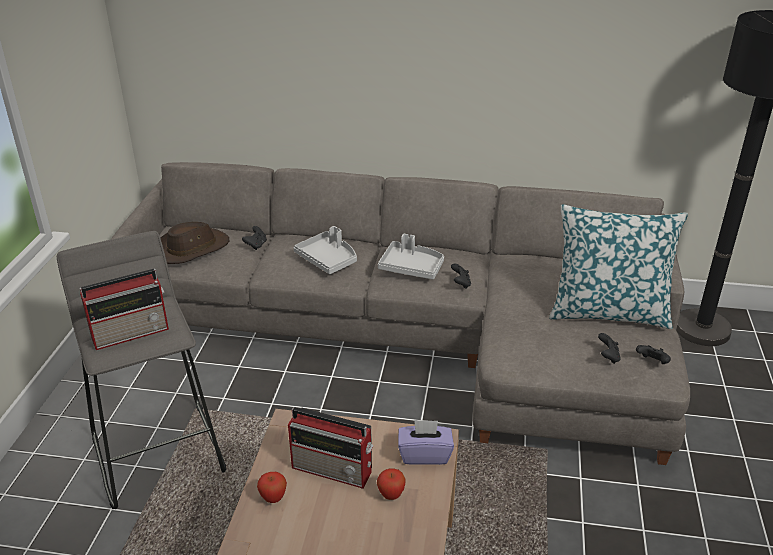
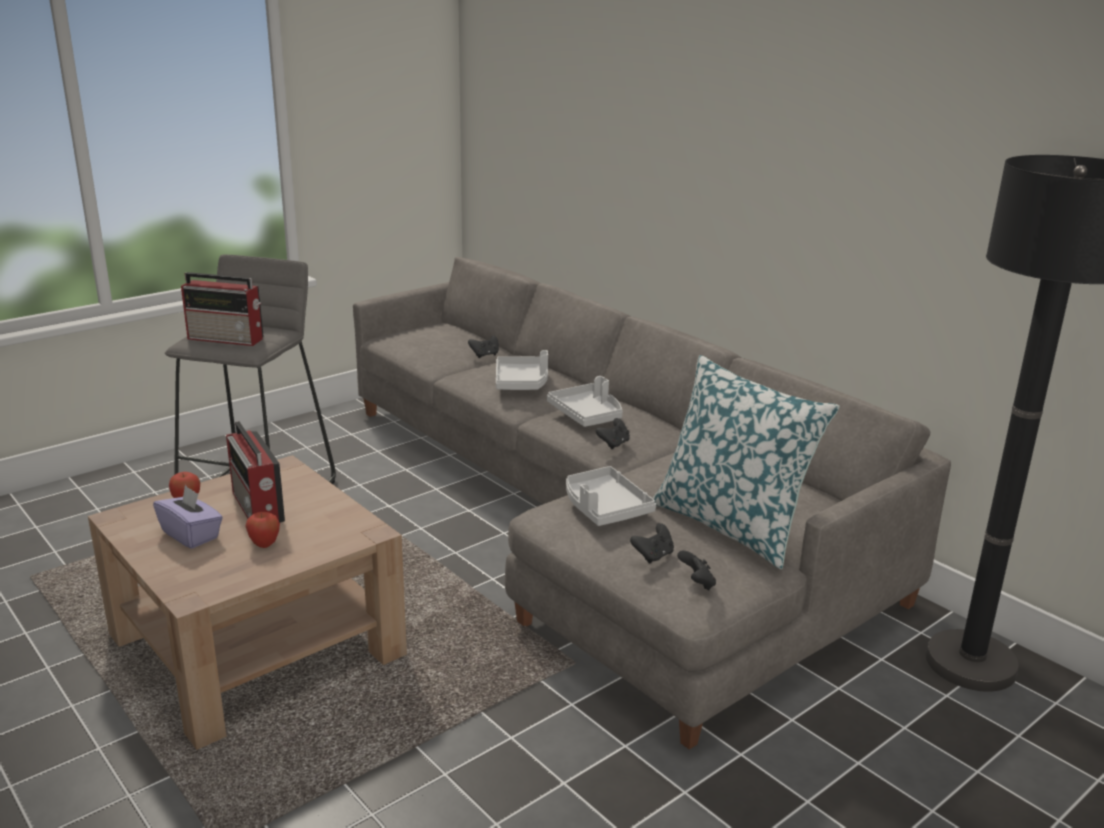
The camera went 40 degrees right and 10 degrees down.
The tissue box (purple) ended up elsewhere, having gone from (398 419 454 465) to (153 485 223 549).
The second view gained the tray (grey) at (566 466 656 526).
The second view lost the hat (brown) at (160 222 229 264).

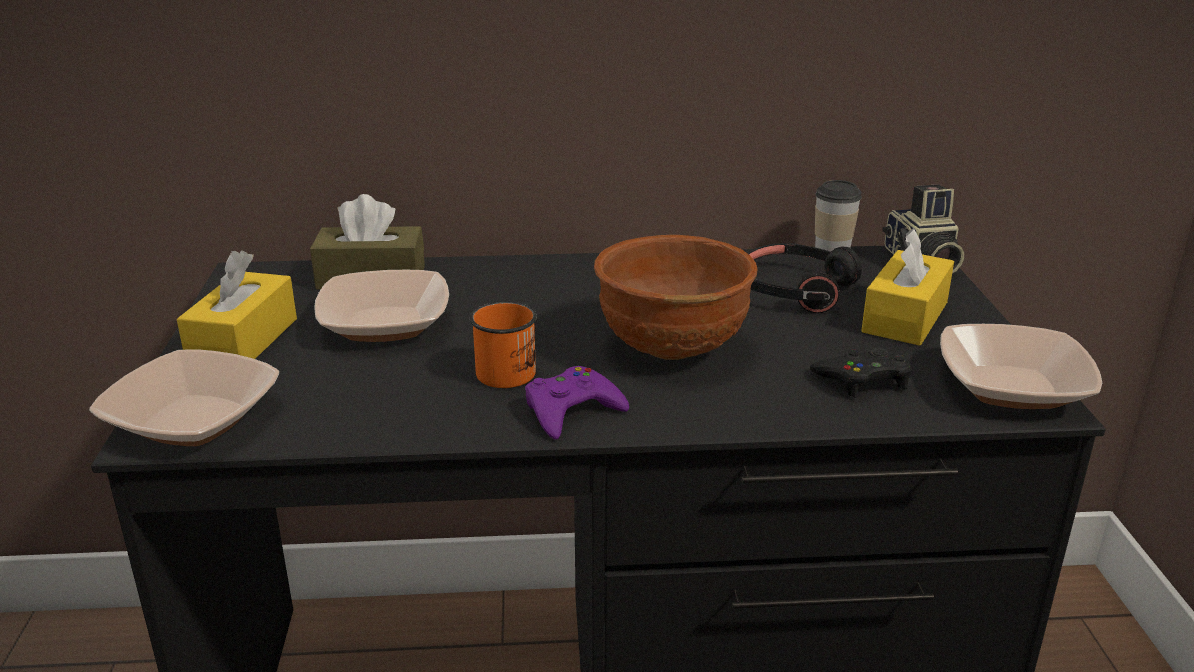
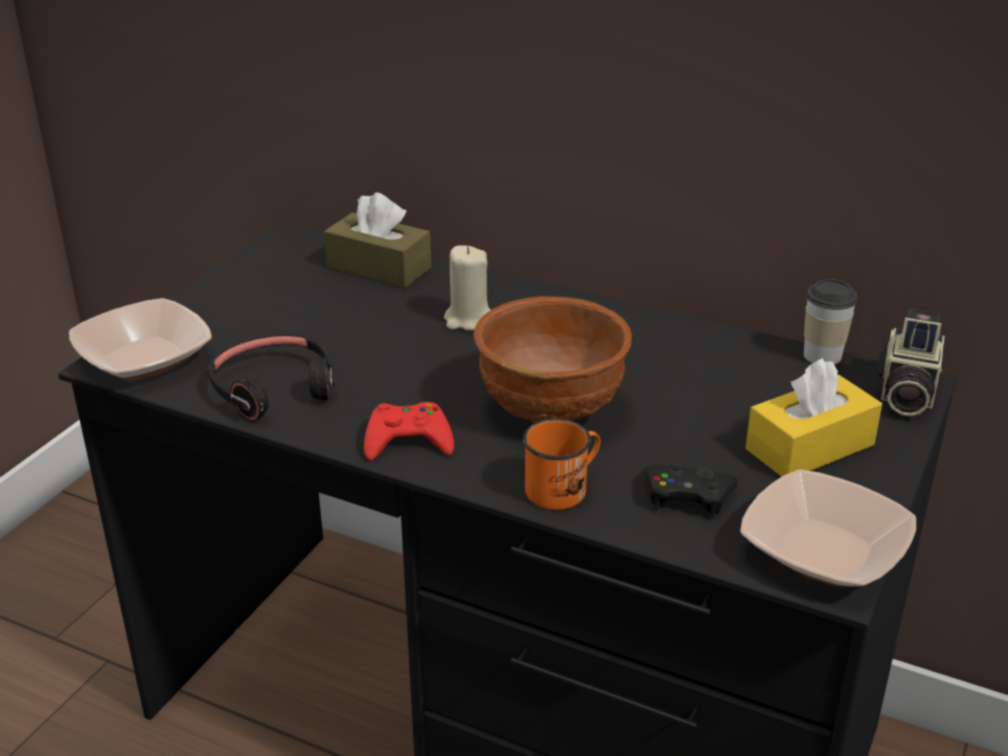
The camera went 30 degrees right and 5 degrees up.
The headphones (black) ended up elsewhere, having gone from (747 243 862 313) to (208 334 334 421).
What was the game controller (purple) at (525 366 629 440) turned into the game controller (red) at (364 402 454 461).
The second view gained the candle (beige) at (444 246 491 331).
The mug (orange) ended up elsewhere, having gone from (470 301 537 388) to (523 419 601 510).
The second view lost the tissue box (yellow) at (177 250 297 359).
The second view lost the bowl at (314 270 449 342).

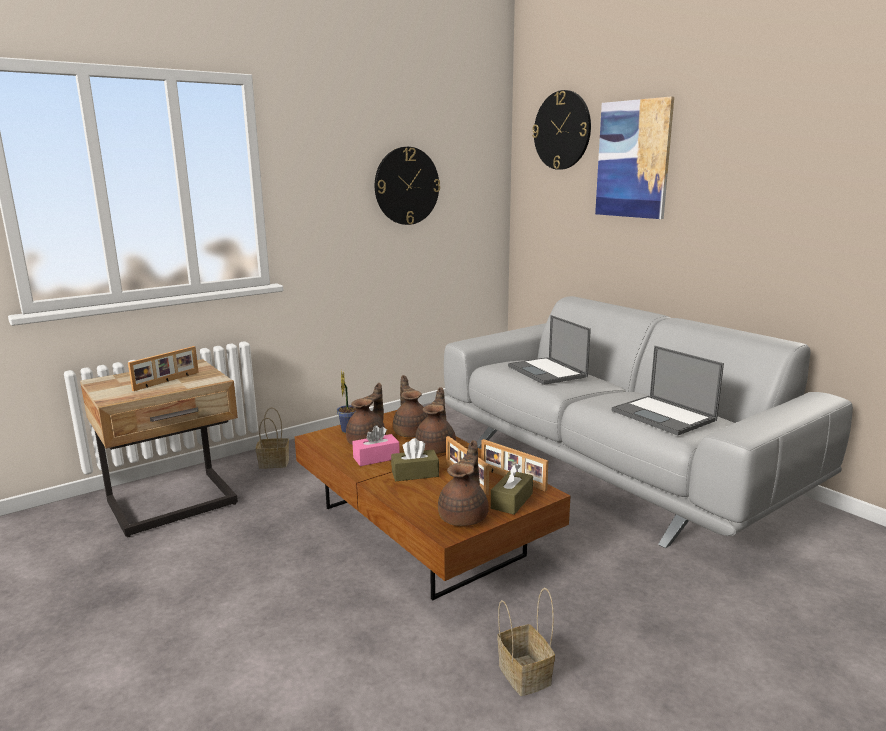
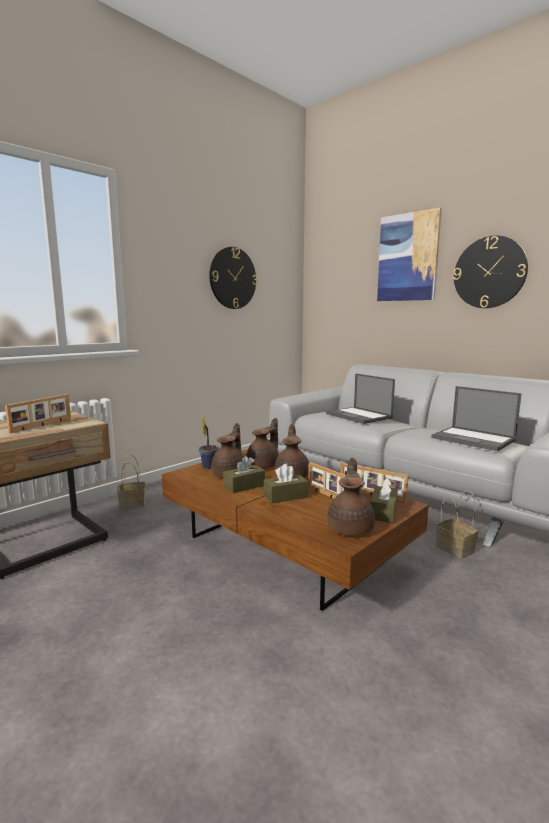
The camera went 10 degrees left and 5 degrees down.
What was the tissue box (pink) at (352 425 400 466) turned into the tissue box (brown) at (223 456 265 493).
The teapot (brown) at (393 375 428 437) ended up facing another way, 60 degrees clockwise from before.
The basket ended up elsewhere, having gone from (497 588 555 696) to (436 490 478 559).
The wall clock ended up elsewhere, having gone from (532 90 591 170) to (453 236 528 308).

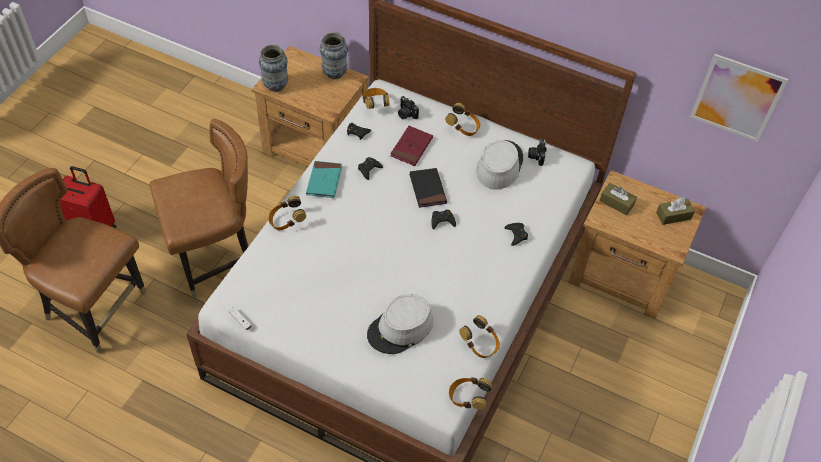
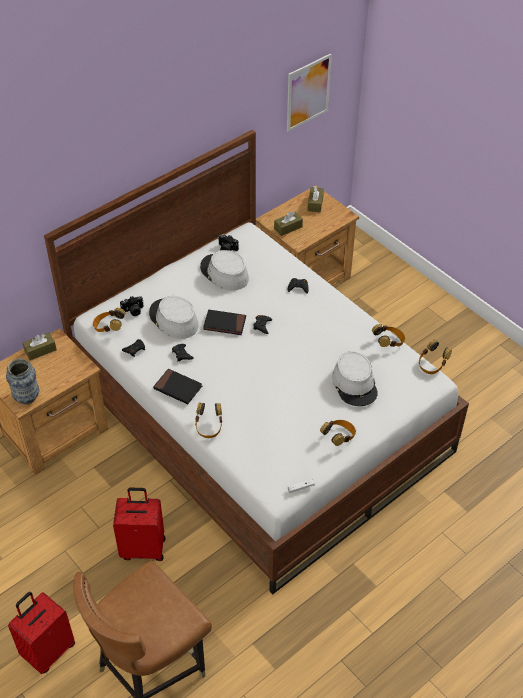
The camera went 65 degrees left and 5 degrees down.
Where the vase stood at (320 32 348 79), the tissue box (brown) came to stand at (23 332 57 360).
Where the chair (brown) stood at (149 119 249 298), the suitcase (red) came to stand at (113 488 165 561).
Where the book (red) stood at (390 126 433 166), the hat (grey) came to stand at (149 296 199 339).
What was the book (turquoise) at (306 161 342 198) turned into the book (black) at (153 369 202 404).
The headphones ended up elsewhere, having gone from (445 103 480 136) to (320 420 356 446).

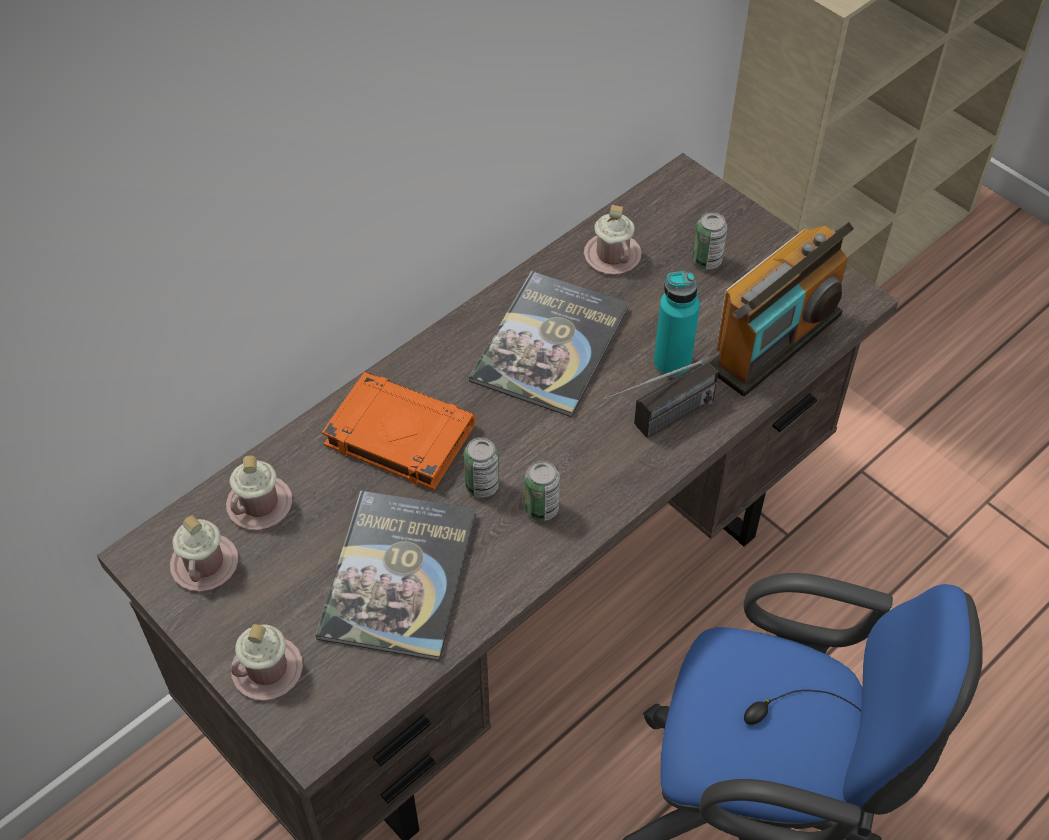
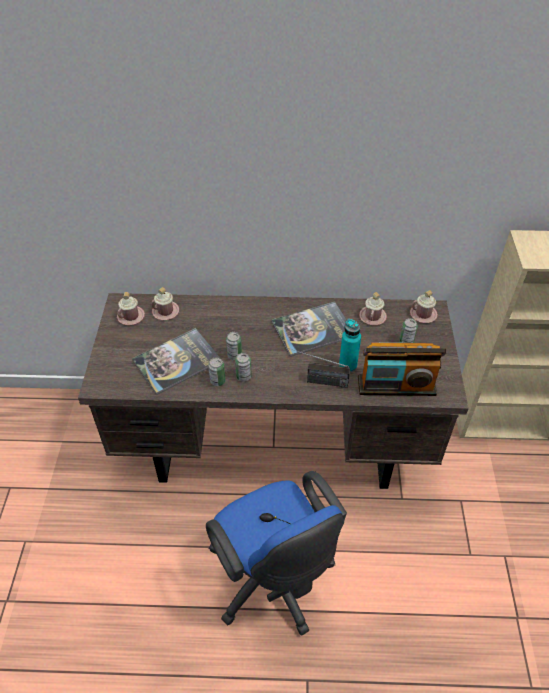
The camera went 45 degrees right and 5 degrees down.
The second view gained the can at (208 357 226 386).
The mug (pink) ended up elsewhere, having gone from (230 624 303 700) to (410 290 438 323).
The second view lost the book (orange) at (322 372 476 490).

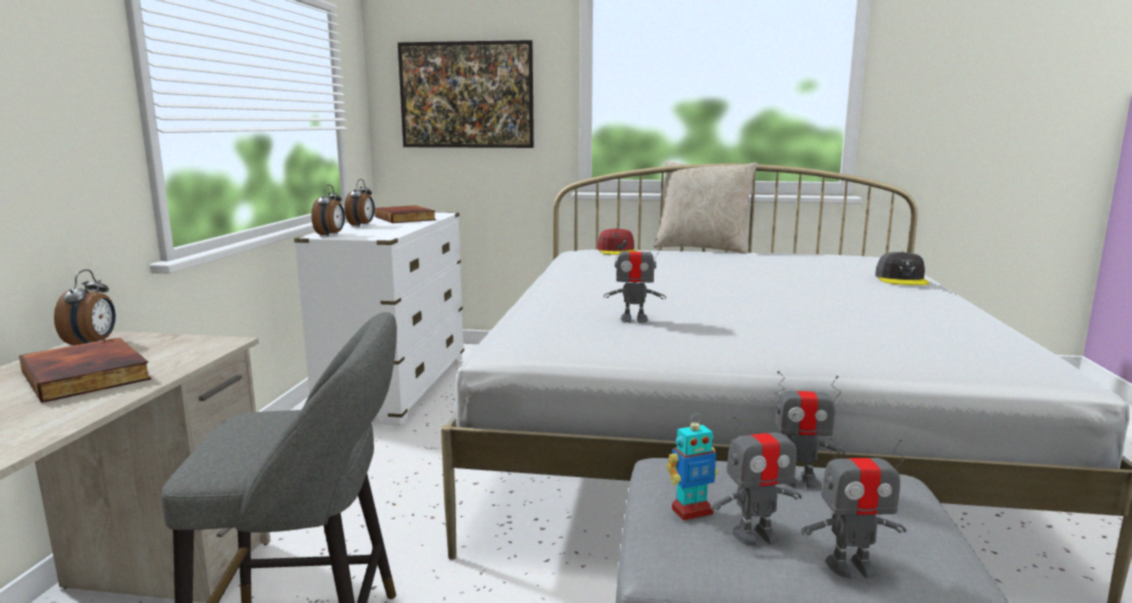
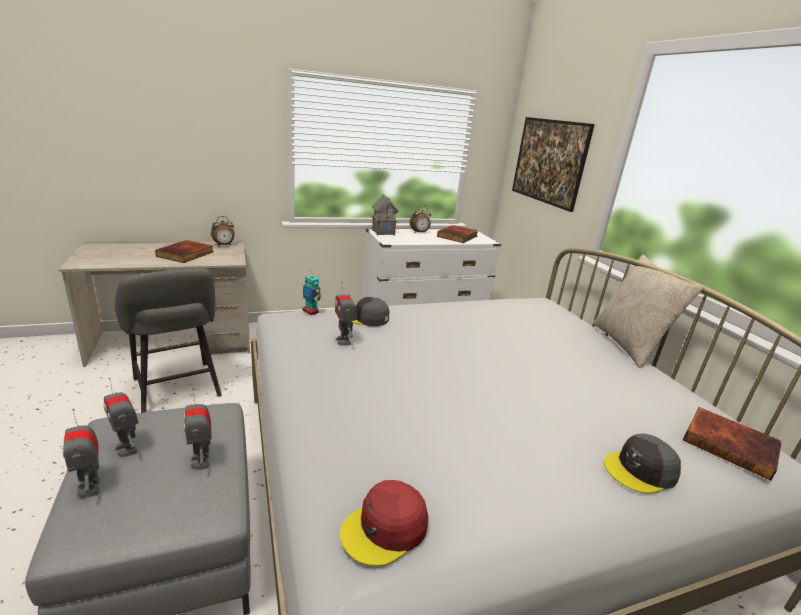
The camera went 60 degrees right and 10 degrees up.
The toy robot ended up elsewhere, having gone from (667 414 718 521) to (302 271 322 315).
The cap (red) ended up elsewhere, having gone from (598 228 637 255) to (340 480 428 566).
The second view gained the cap (grey) at (352 297 389 326).
Where the alarm clock stood at (311 185 345 237), the toy house came to stand at (372 194 399 236).
The second view gained the book at (683 407 782 481).

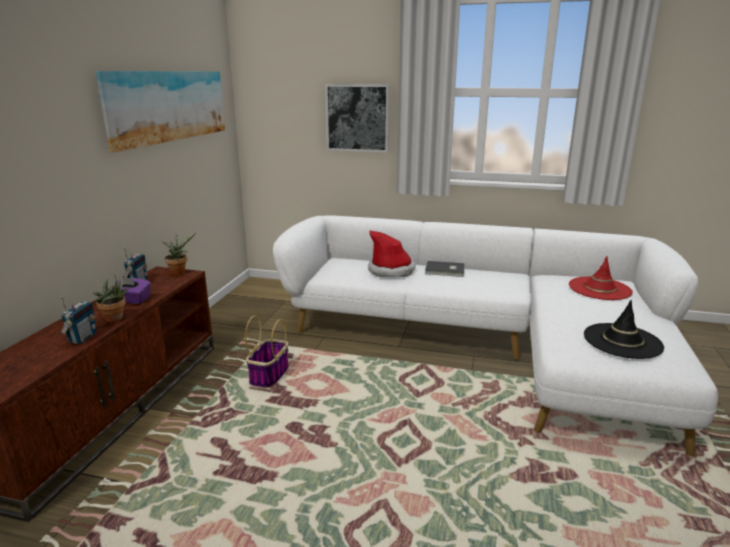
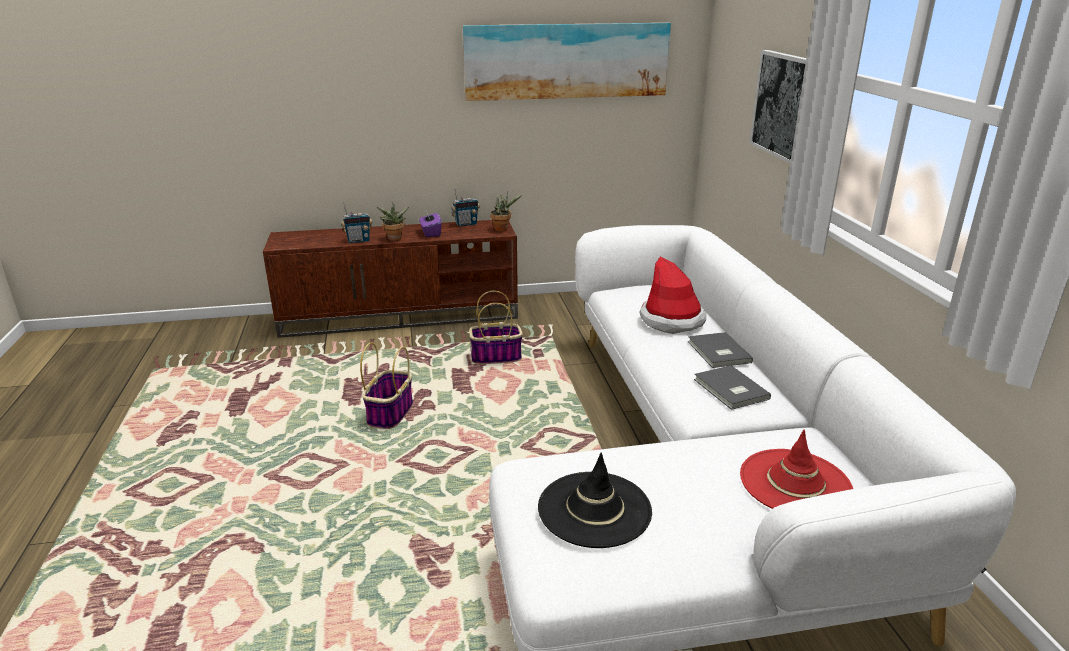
The camera went 65 degrees right and 5 degrees up.
The second view gained the basket at (360 343 413 429).
The second view gained the book (grey) at (694 365 771 410).

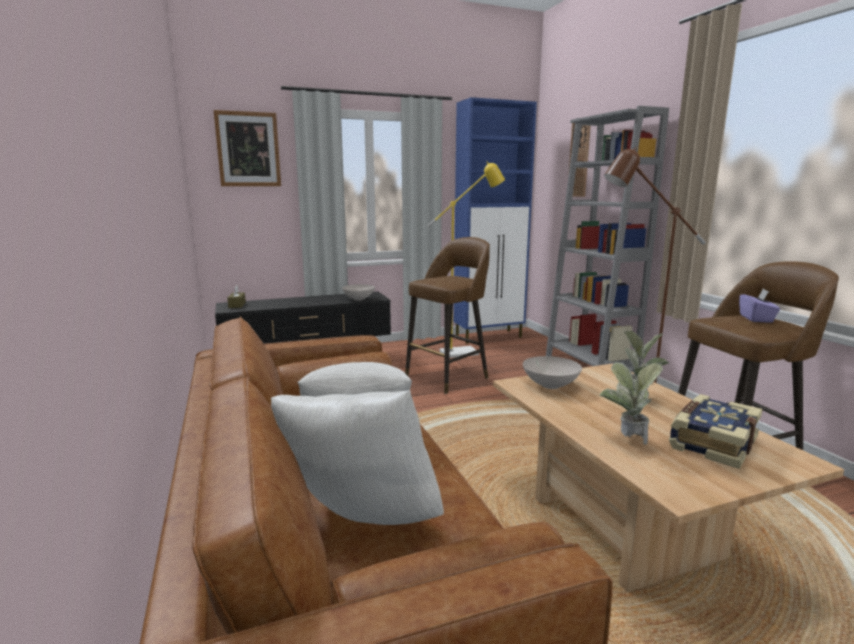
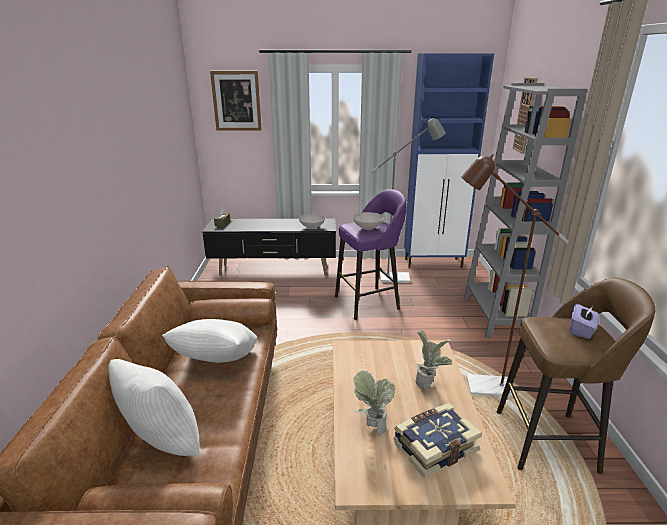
The camera went 20 degrees right and 10 degrees up.
What was the stool (brown) at (405 237 490 394) turned into the stool (purple) at (335 189 406 320).
The bowl (white) ended up elsewhere, having gone from (523 356 582 389) to (353 212 384 230).
What was the floor lamp (yellow) at (427 162 505 358) turned into the floor lamp (grey) at (371 117 446 283).

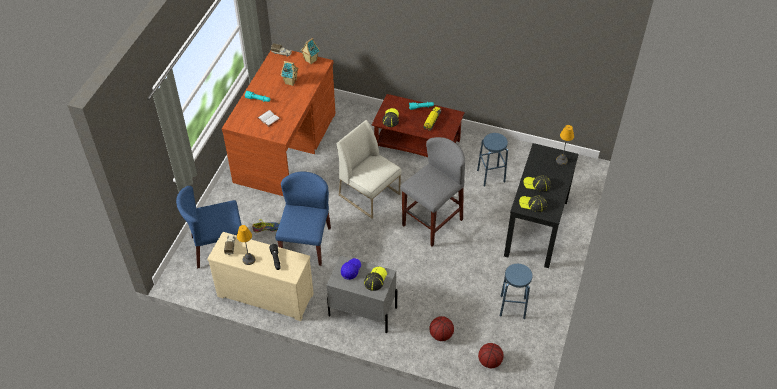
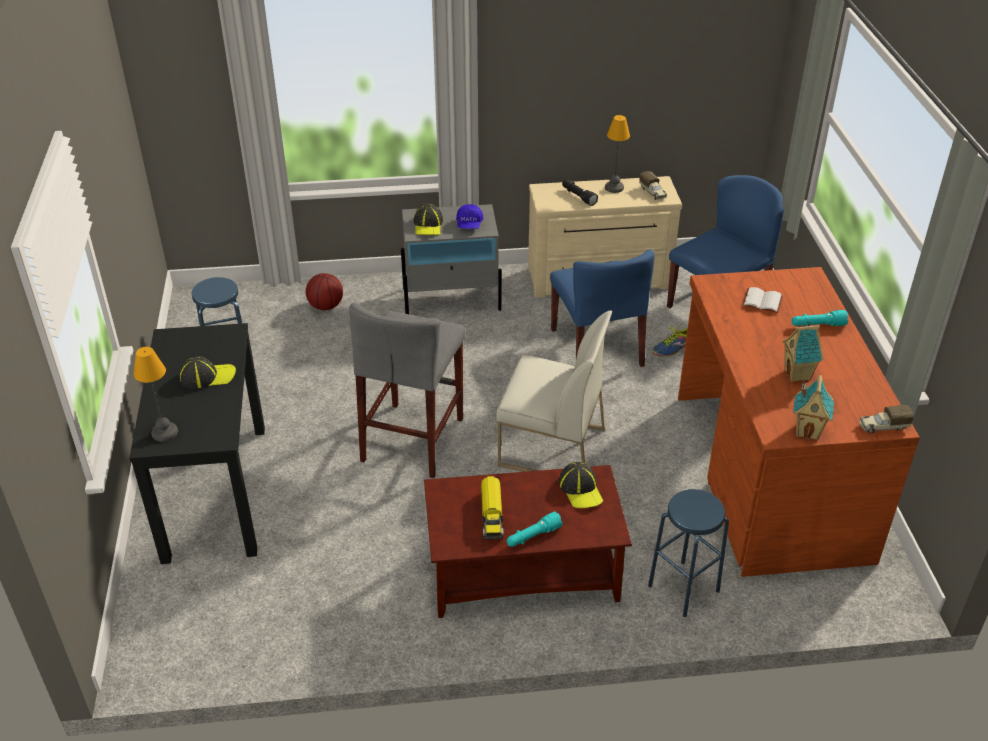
The camera went 155 degrees right and 10 degrees down.
The stool (blue) ended up elsewhere, having gone from (477 133 508 187) to (648 489 729 617).
The second view lost the basketball at (478 343 504 368).
The second view lost the cap at (519 195 547 212).

